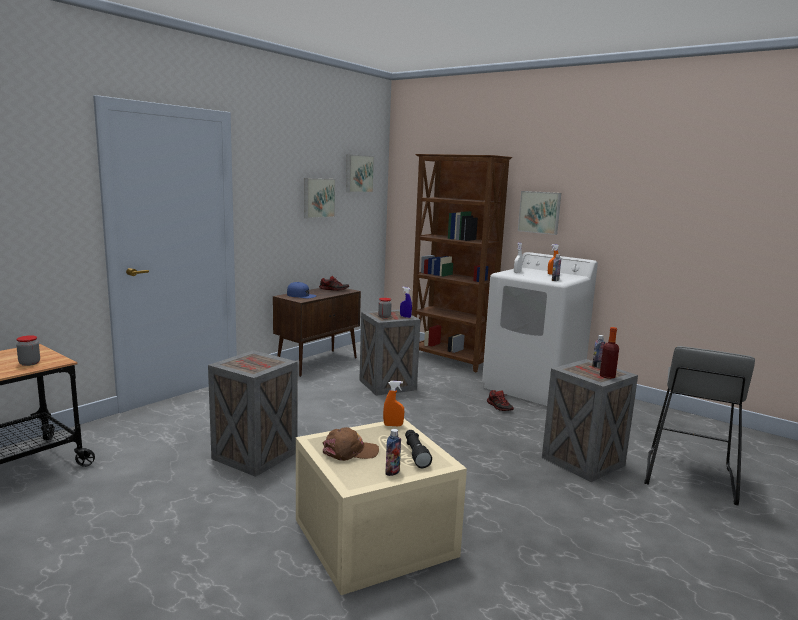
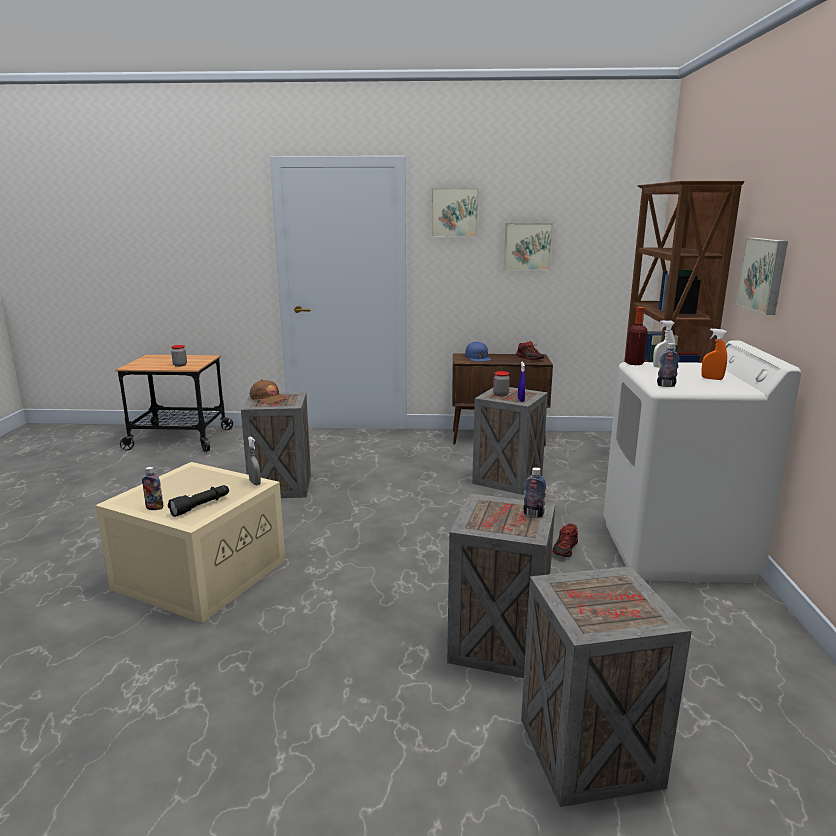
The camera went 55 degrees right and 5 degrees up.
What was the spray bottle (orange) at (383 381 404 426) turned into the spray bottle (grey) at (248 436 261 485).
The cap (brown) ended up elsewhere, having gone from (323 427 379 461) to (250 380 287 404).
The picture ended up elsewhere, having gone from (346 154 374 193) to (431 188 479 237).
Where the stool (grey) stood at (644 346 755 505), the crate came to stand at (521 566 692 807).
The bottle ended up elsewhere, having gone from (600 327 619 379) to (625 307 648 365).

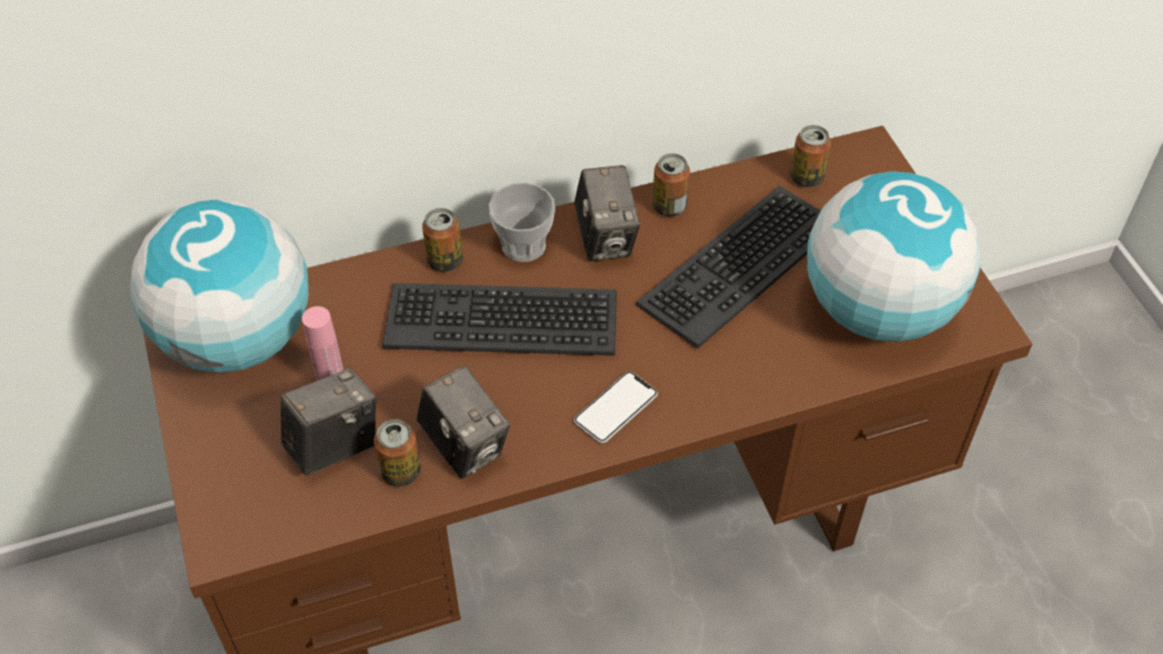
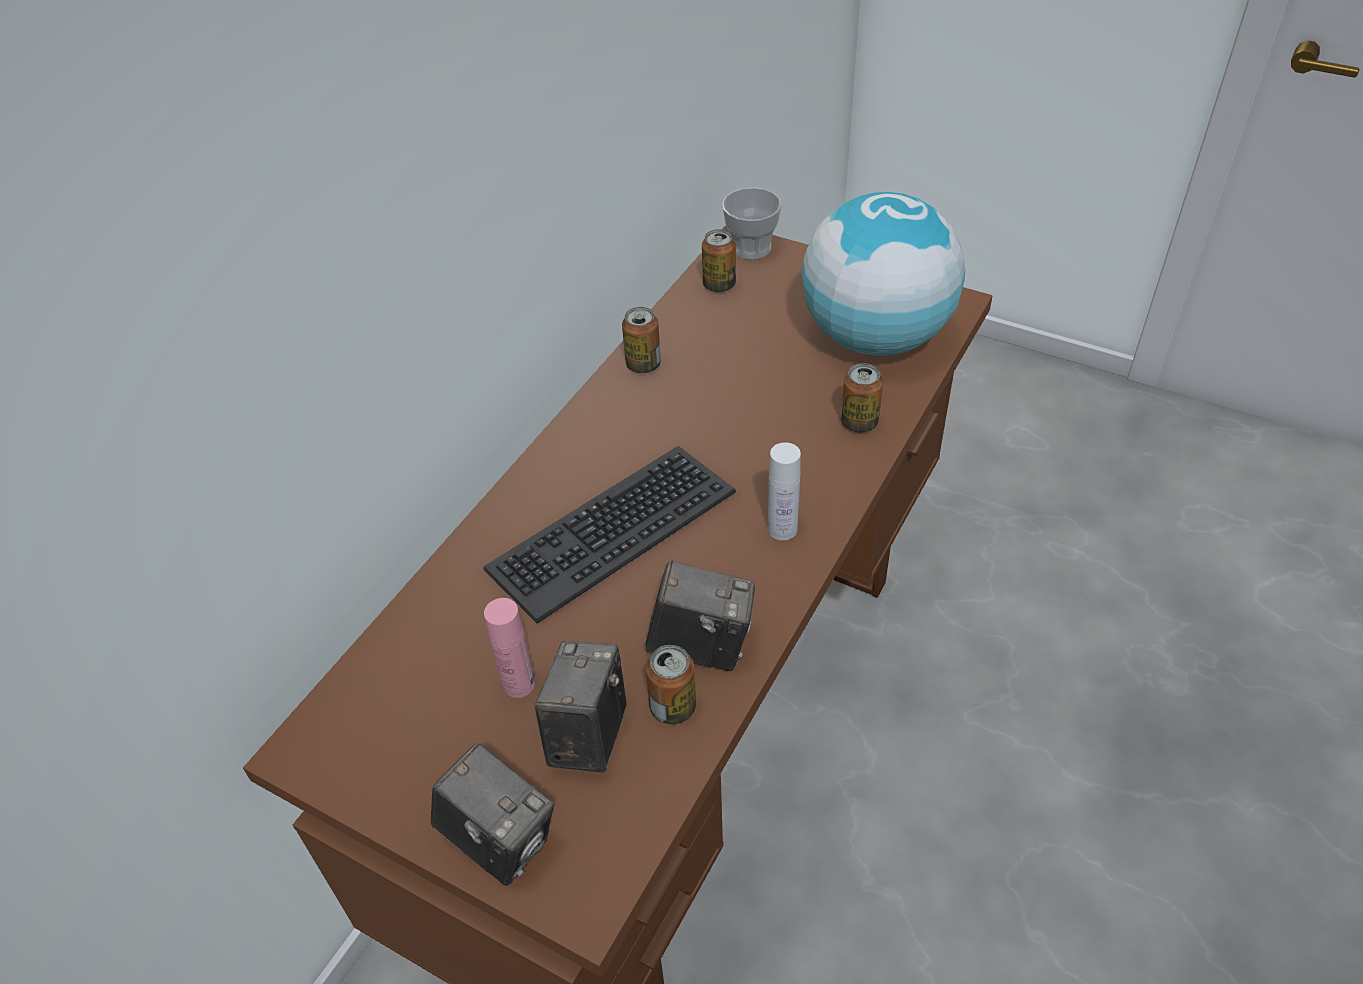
The camera went 40 degrees left and 5 degrees down.
The photo camera ended up elsewhere, having gone from (574 165 640 261) to (431 743 554 886).
The cup ended up elsewhere, having gone from (489 183 555 262) to (722 188 782 259).
Where the phone stood at (574 372 658 443), the bottle (white) came to stand at (768 442 801 540).
The can ended up elsewhere, having gone from (422 208 463 272) to (841 363 883 433).
The second view lost the globe at (131 199 309 373).
The second view lost the keyboard at (636 186 821 349).

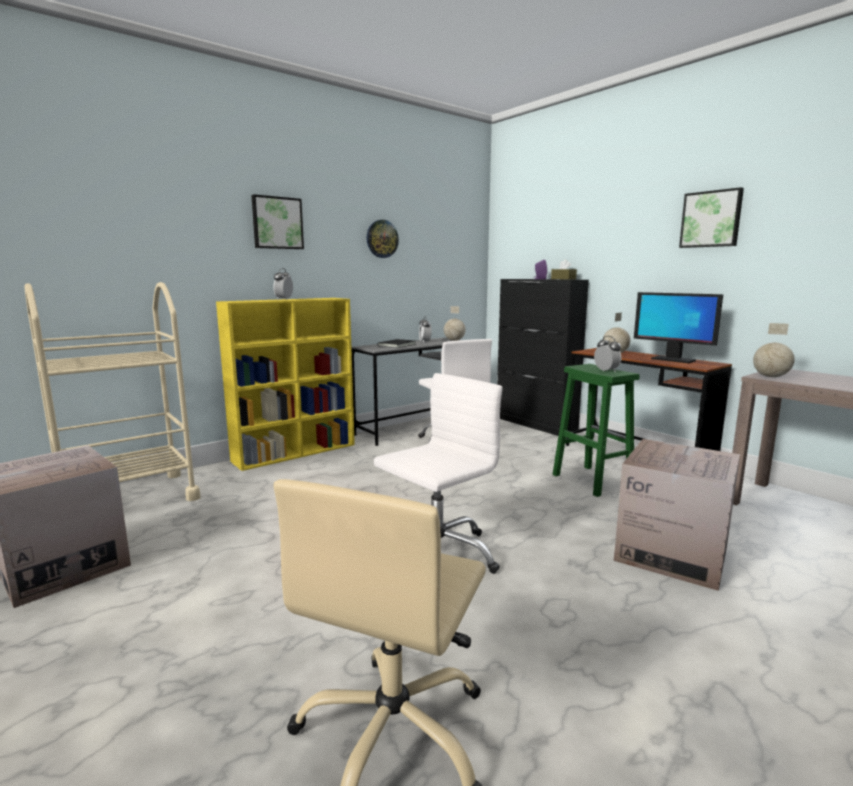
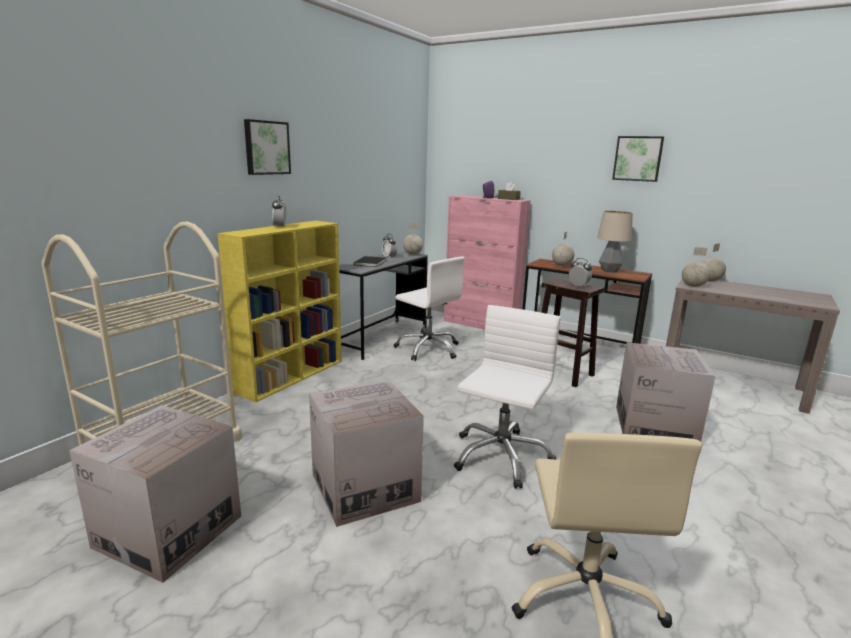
The camera went 20 degrees left and 5 degrees up.
The second view gained the cardboard box at (309 380 424 527).
What was the cabinet (black) at (497 279 589 436) turned into the cabinet (pink) at (444 195 531 330).
What was the stool (green) at (553 364 640 497) turned into the stool (brown) at (541 278 604 387).
Where the monitor stood at (634 292 723 363), the table lamp came to stand at (597 211 633 273).
The second view gained the globe at (702 243 726 281).
The second view lost the wall clock at (366 220 399 258).

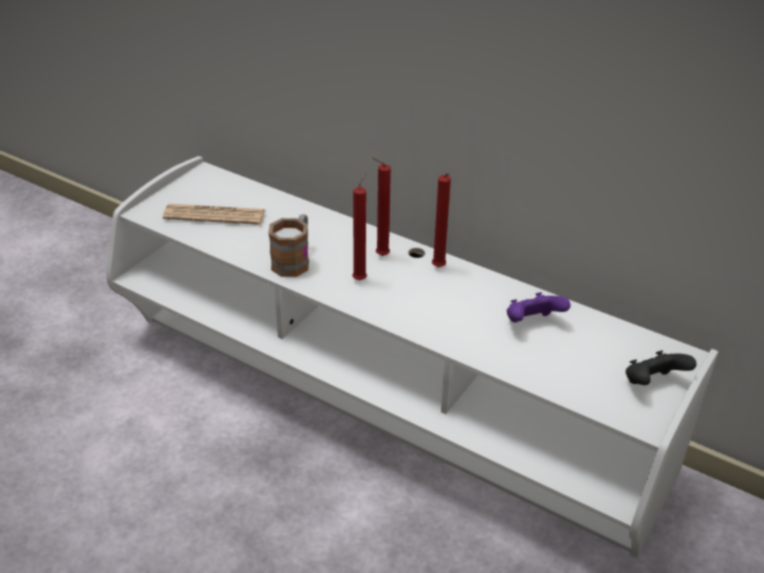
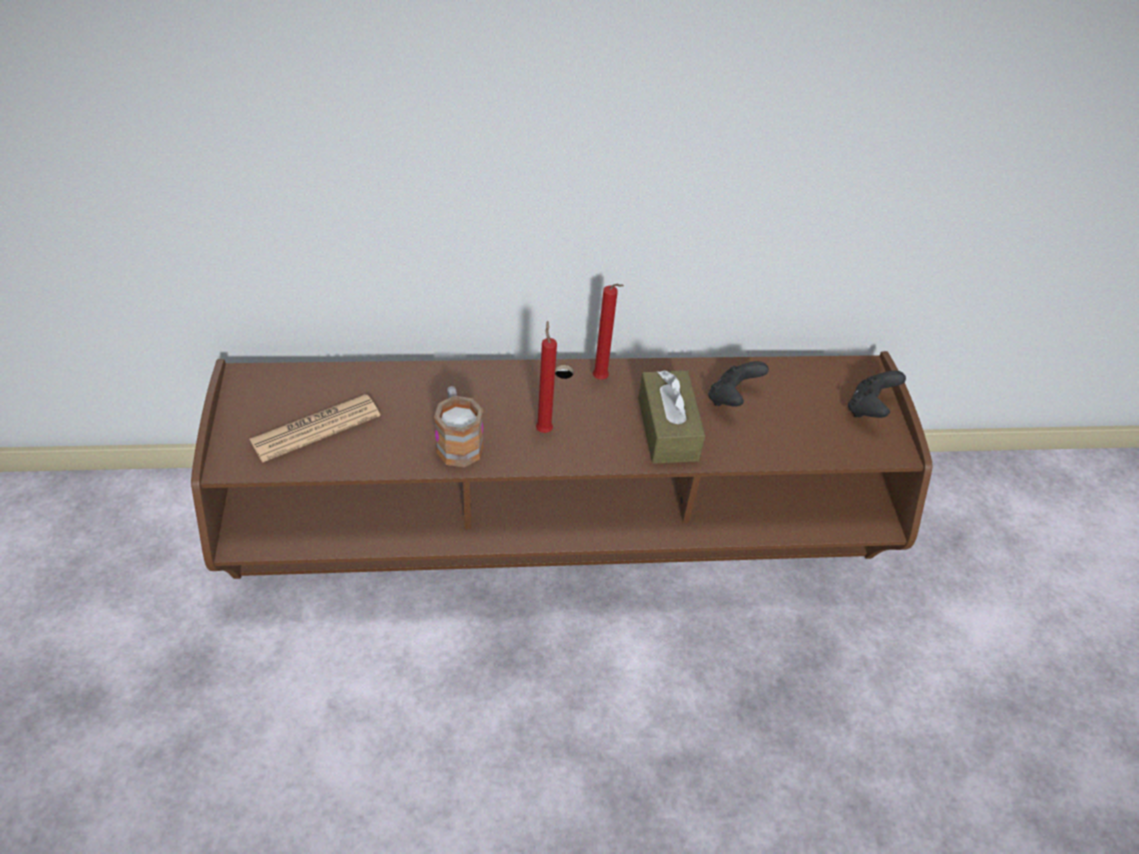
The camera went 40 degrees left and 10 degrees up.
What was the tv stand (white) at (106 156 718 558) turned into the tv stand (brown) at (191 351 933 579).
The second view gained the tissue box (brown) at (638 370 705 464).
What was the game controller (purple) at (507 292 571 323) turned into the game controller (black) at (708 361 769 406).
The second view lost the candle (red) at (372 157 391 256).

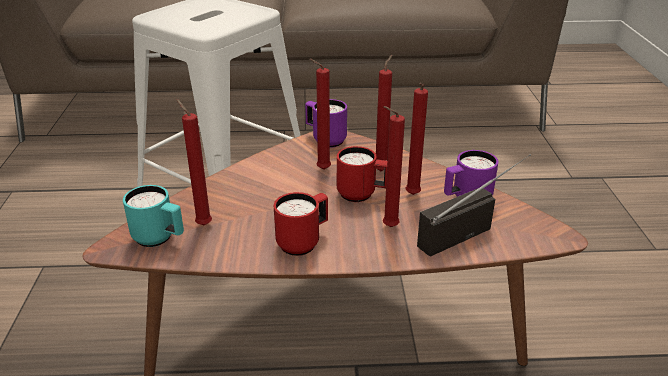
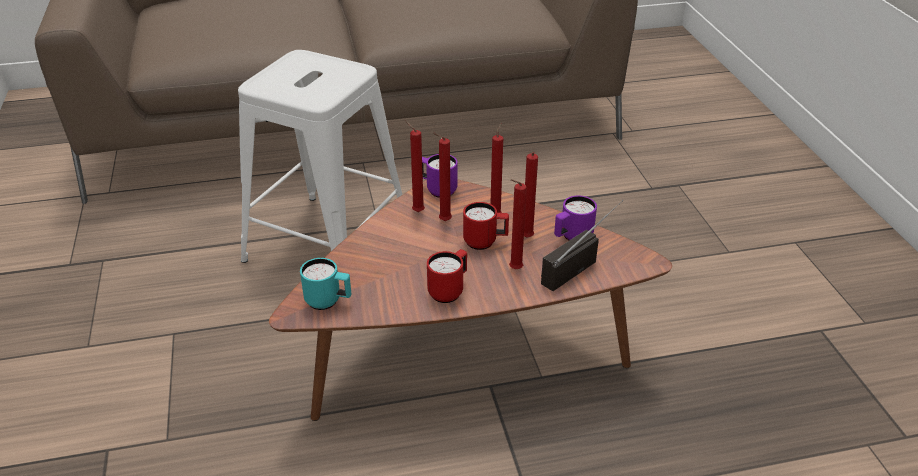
The camera went 10 degrees left and 5 degrees up.
The candle (red) ended up elsewhere, having gone from (176 99 212 226) to (405 120 425 212).

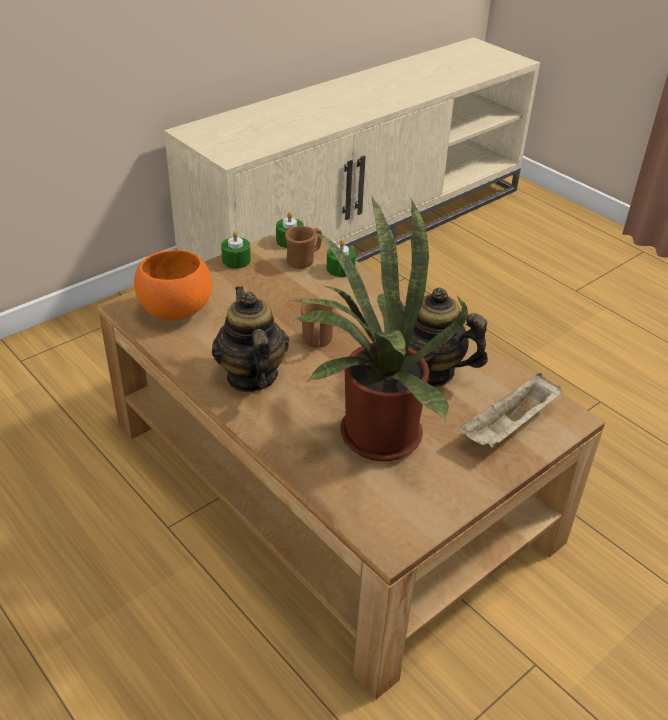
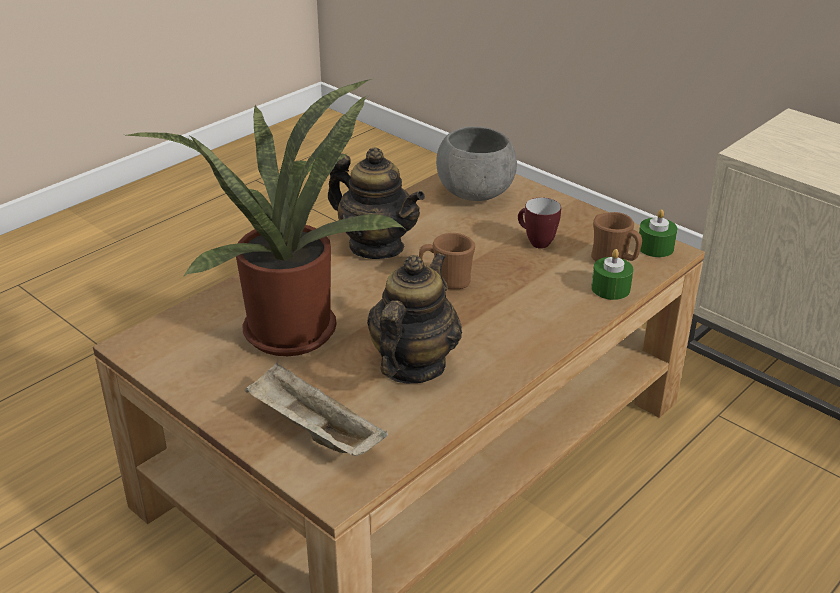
The camera went 85 degrees right and 5 degrees down.
The teapot at (212 286 289 392) ended up facing another way, 60 degrees clockwise from before.
What was the bowl (orange) at (134 250 212 320) turned into the bowl (grey) at (436 126 517 201).
The second view gained the mug at (518 198 561 249).
The second view lost the candle (green) at (221 231 251 269).

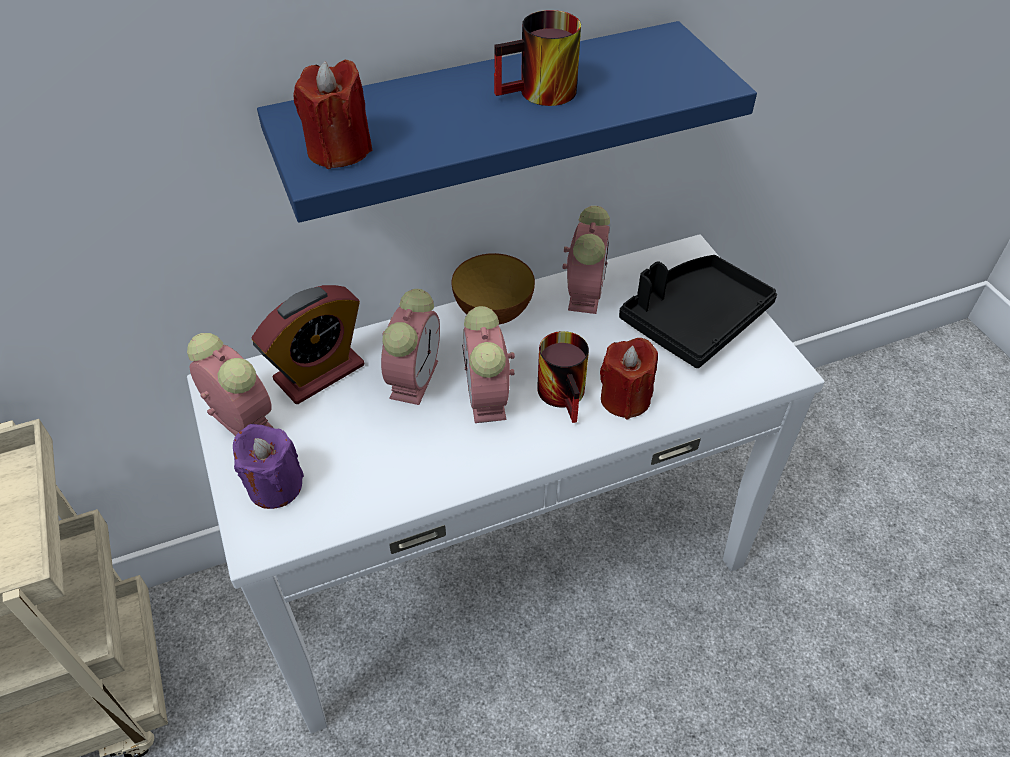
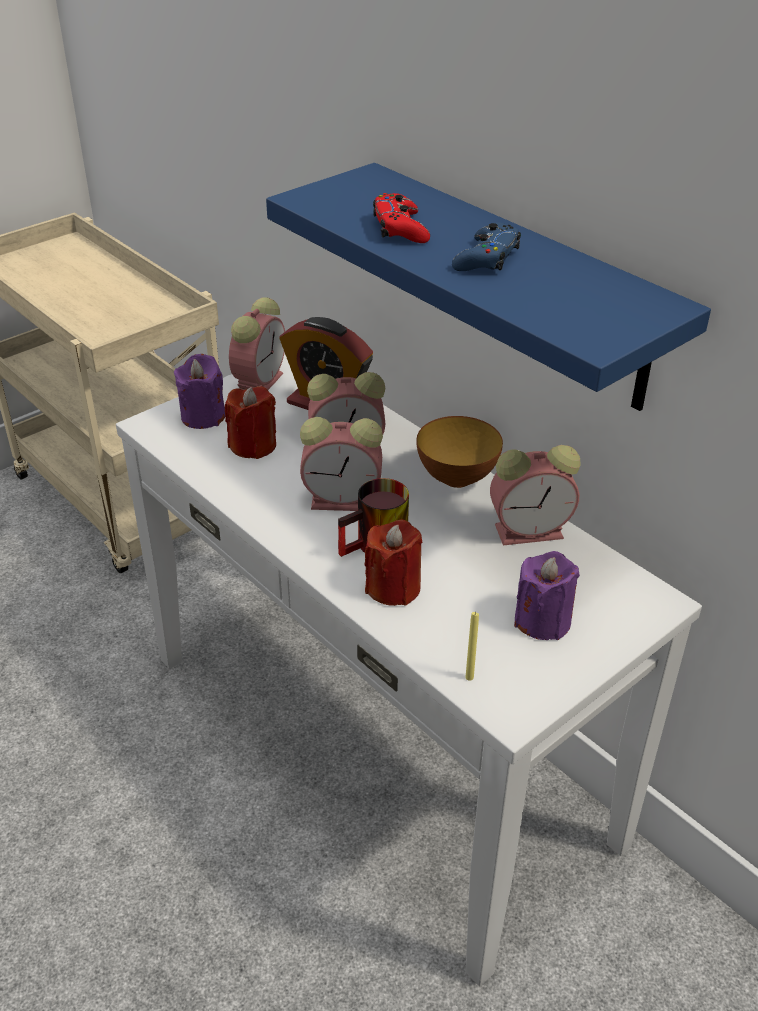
The camera went 70 degrees right and 10 degrees down.
The candle (red) ended up elsewhere, having gone from (294 60 372 169) to (225 386 276 459).
The alarm clock at (462 306 515 423) ended up facing another way, 150 degrees counterclockwise from before.
The second view gained the game controller (red) at (373 193 430 243).
Where the mug stood at (494 10 581 106), the game controller (blue) came to stand at (452 222 521 271).
The second view gained the candle (yellow) at (465 612 479 681).
Where the tray (black) stood at (619 255 777 368), the candle (purple) came to stand at (514 551 580 640).

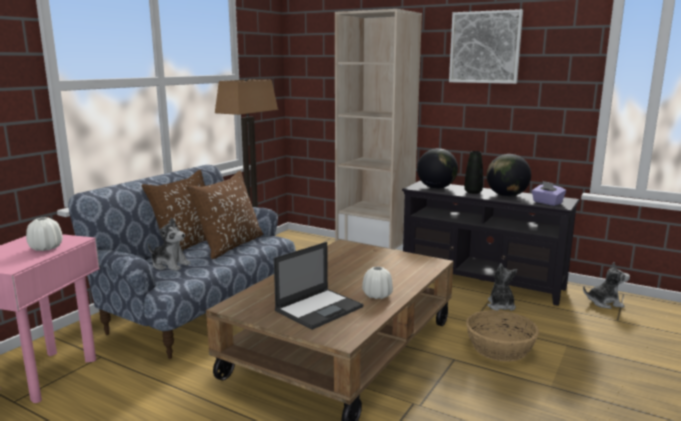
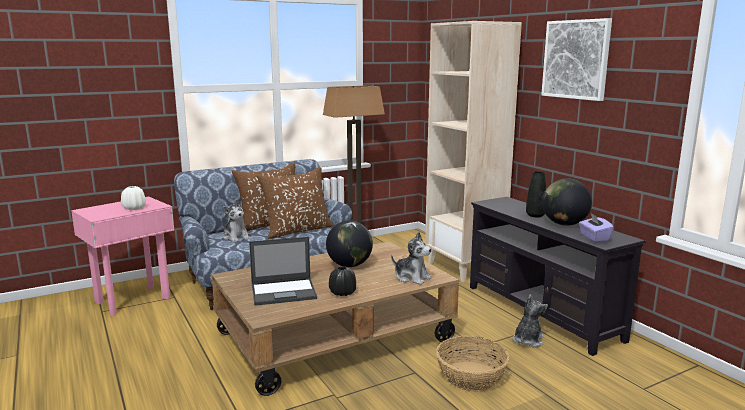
The camera went 30 degrees right and 0 degrees up.
The globe ended up elsewhere, having gone from (417 148 458 189) to (326 220 373 267).
What was the vase (white) at (362 266 393 299) turned into the vase (black) at (329 266 356 296).
The plush toy ended up elsewhere, having gone from (583 262 630 309) to (391 232 432 285).

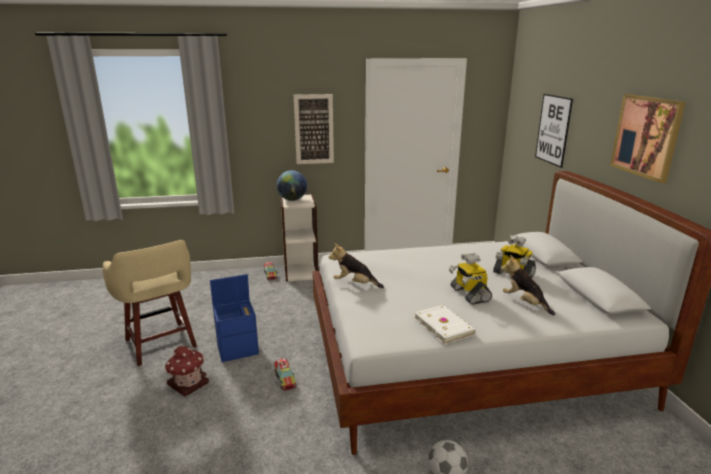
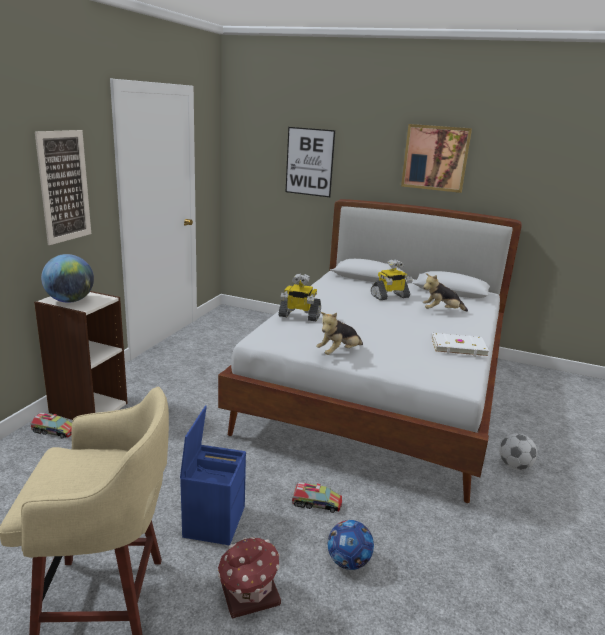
The camera went 60 degrees left and 0 degrees up.
The toy robot ended up elsewhere, having gone from (449 253 492 305) to (279 273 321 321).
The second view gained the football at (328 520 374 570).

